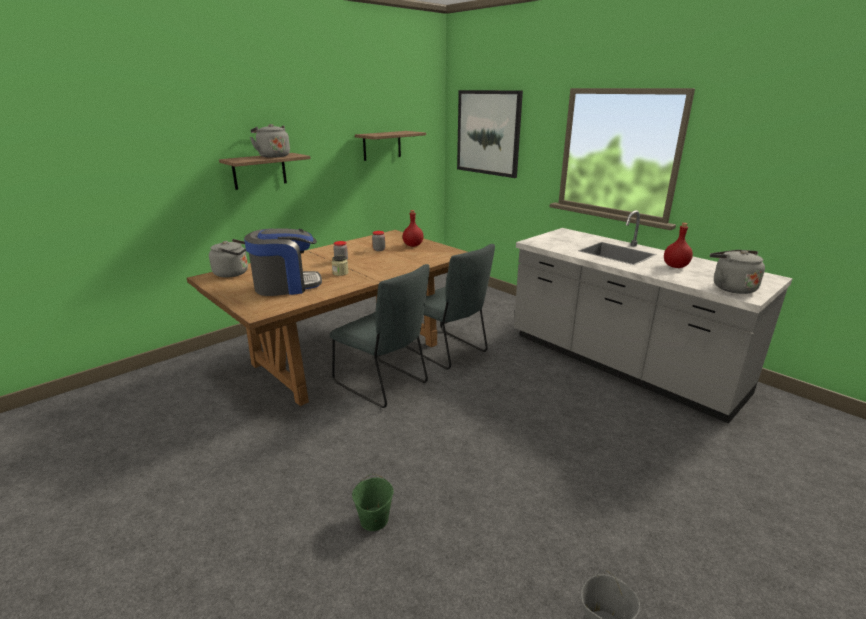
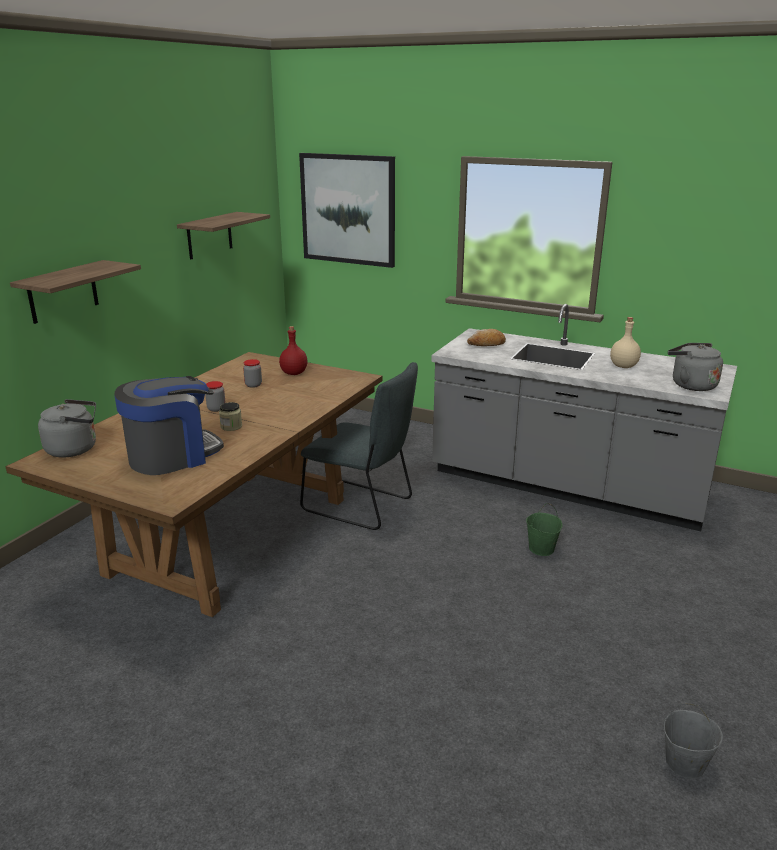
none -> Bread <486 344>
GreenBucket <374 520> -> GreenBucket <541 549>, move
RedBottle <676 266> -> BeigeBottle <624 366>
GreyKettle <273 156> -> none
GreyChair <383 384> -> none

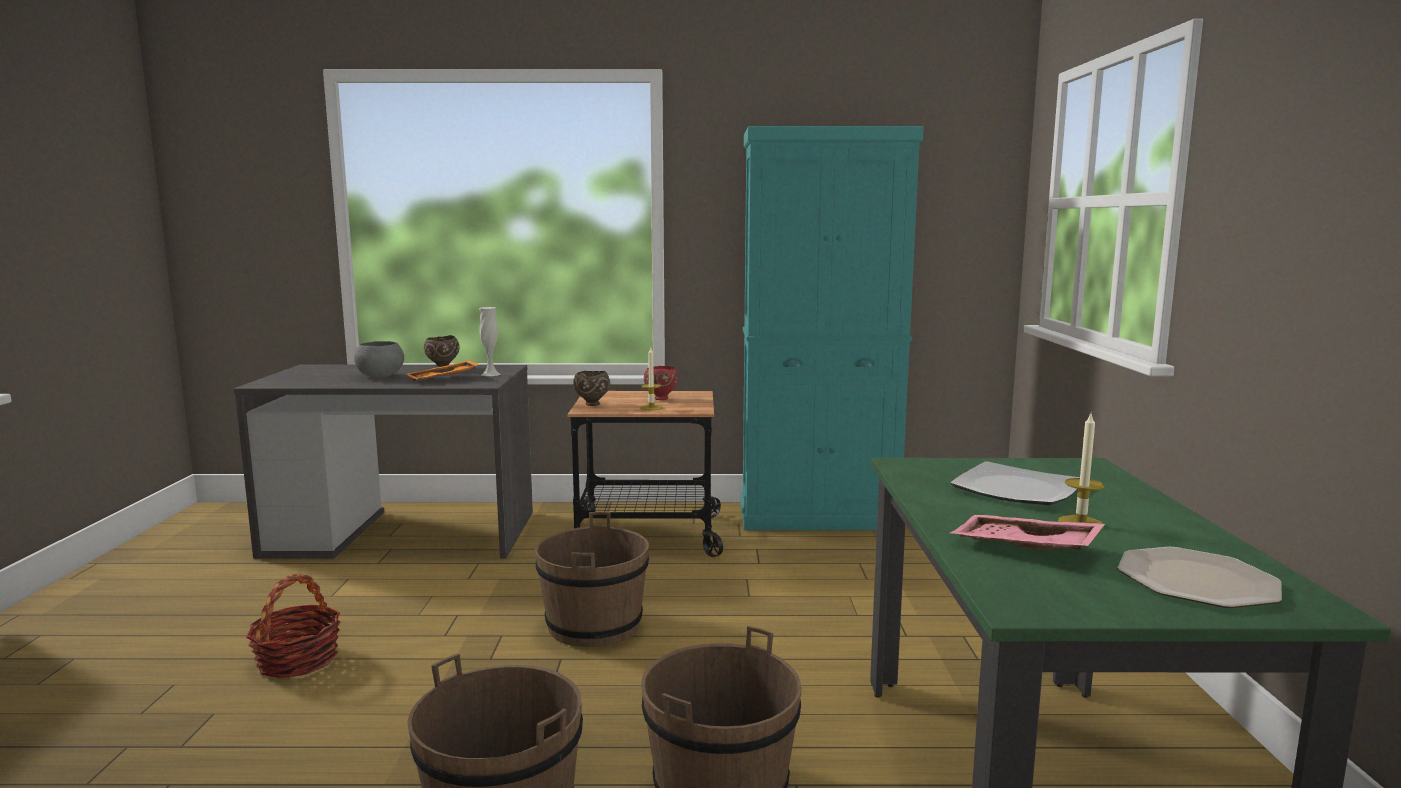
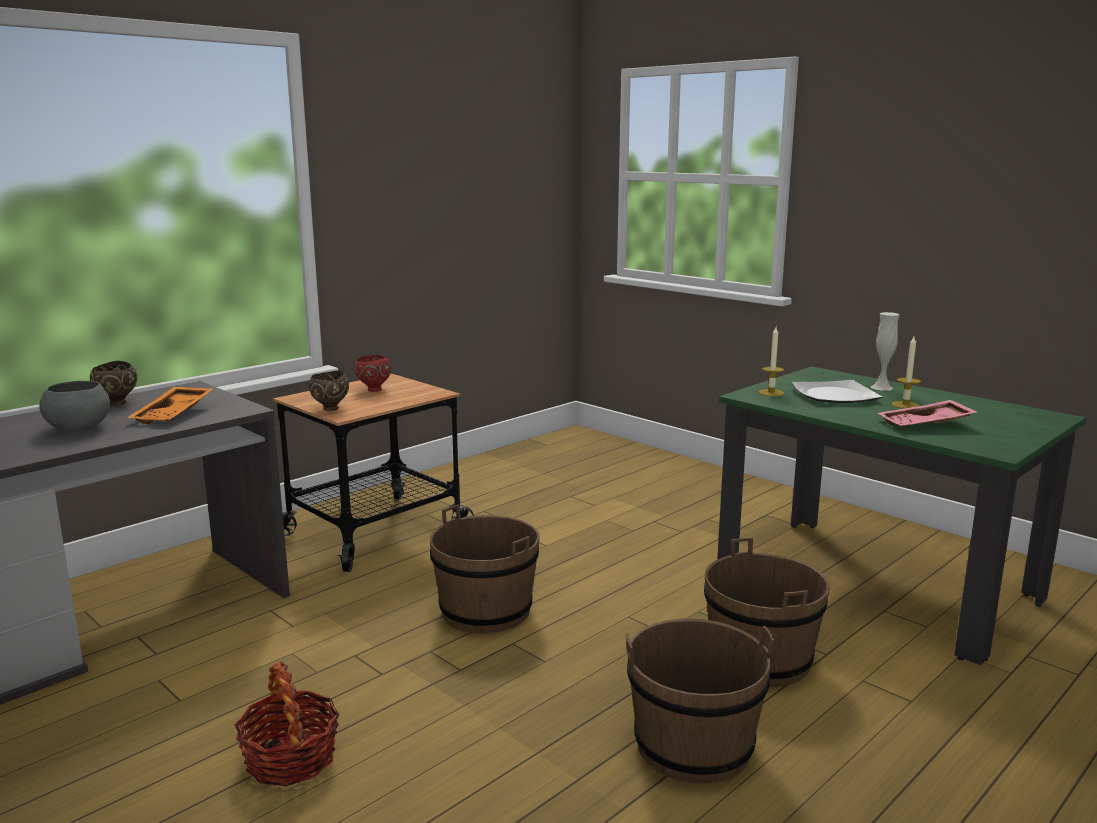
Candle <651 407> -> Candle <771 392>, move
WhiteVase <490 374> -> WhiteVase <881 387>, move
TurquoiseCabinet <819 516> -> none
Plate <1195 580> -> none

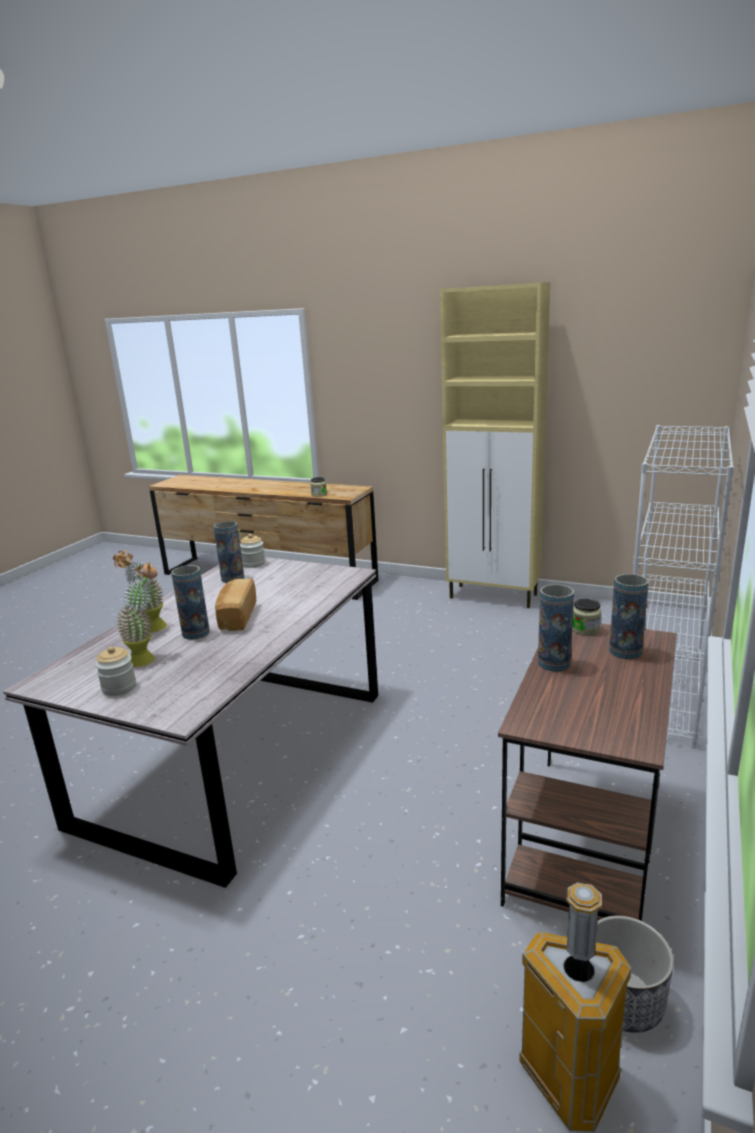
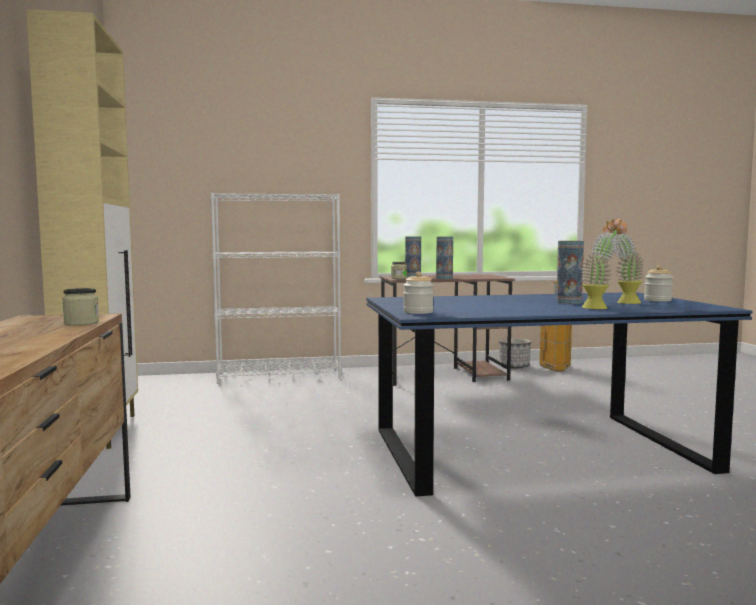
GreyDiningTable <236 754> -> BlueDiningTable <537 450>
Vase <233 578> -> none
Bread <236 617> -> none

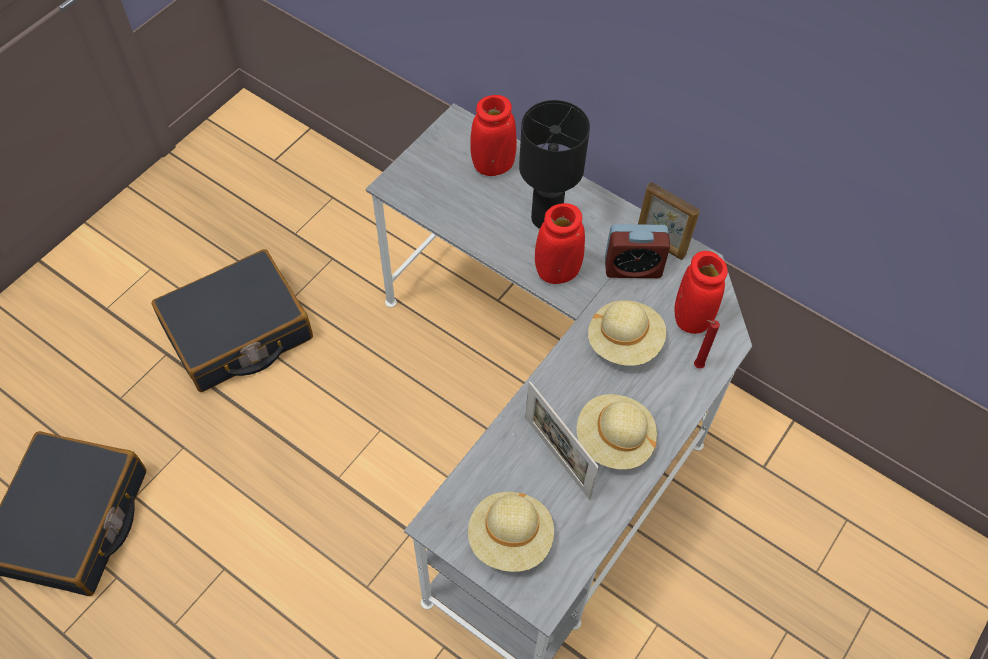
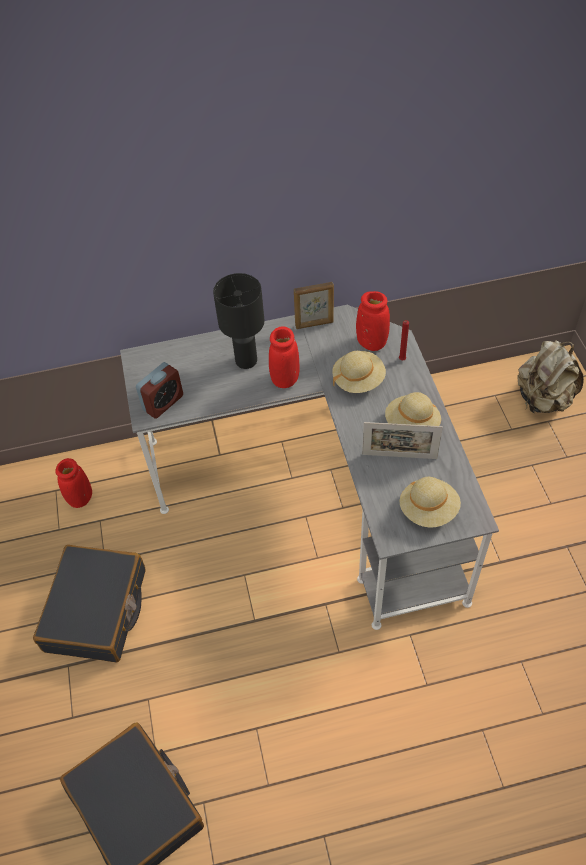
RedVase <493 165> -> RedVase <81 498>, move
AlarmClock <632 268> -> AlarmClock <163 403>, move
none -> BeigeBackpack <543 399>

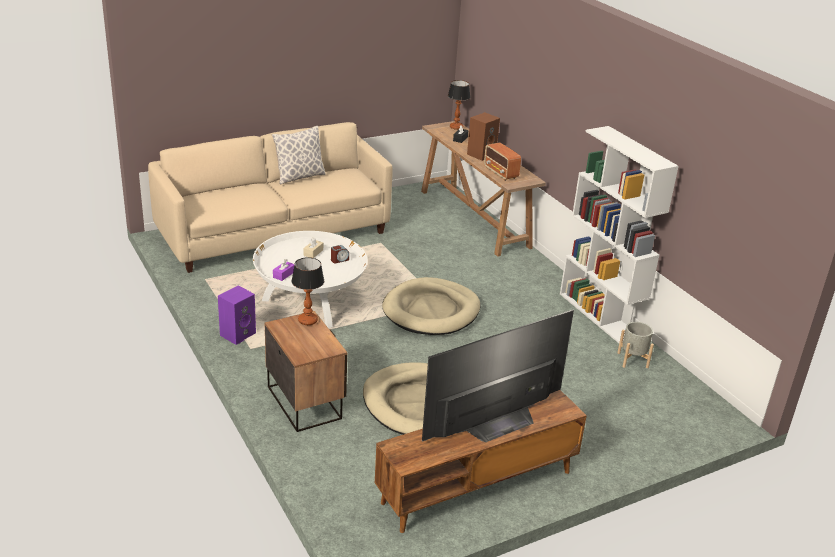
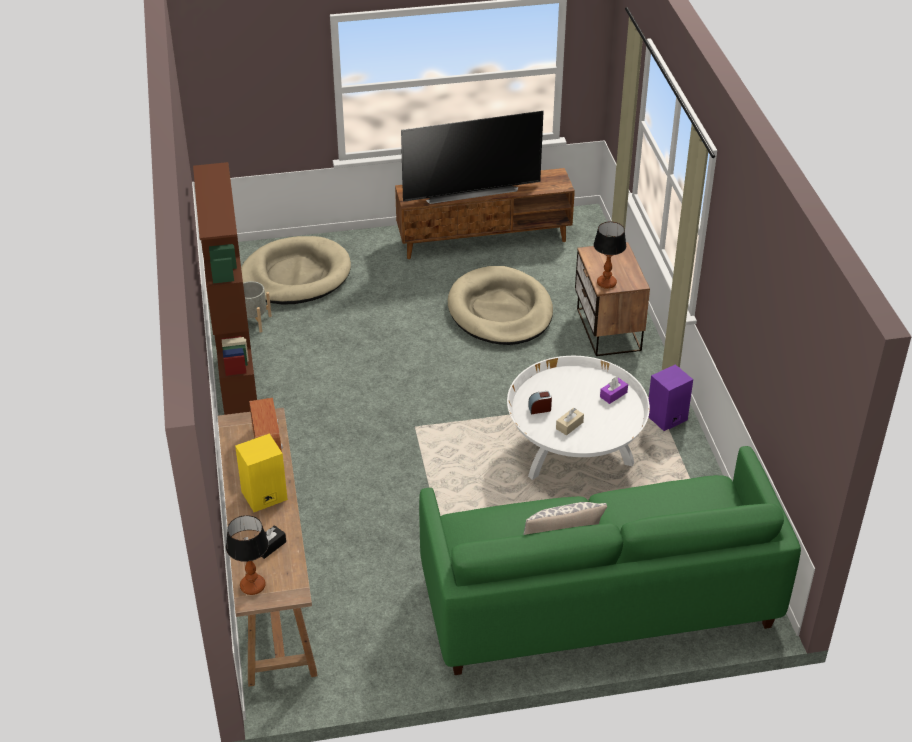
WhiteBookcase <600 315> -> BrownBookcase <237 379>
BrownSpeaker <481 154> -> YellowSpeaker <263 496>
BeigeDogBed <431 311> -> BeigeDogBed <295 276>, move
BeigeSofa <274 233> -> GreenSofa <597 598>

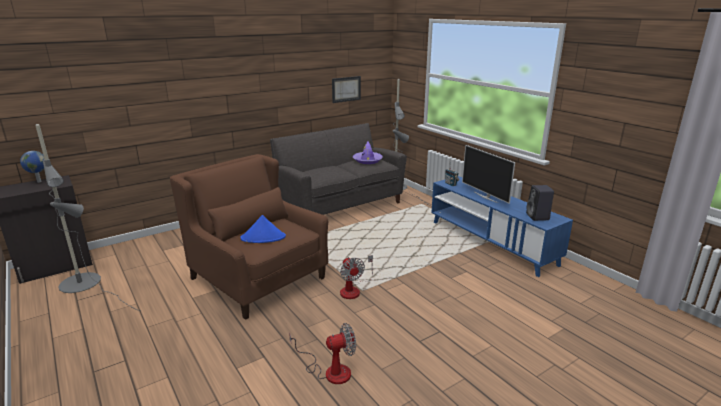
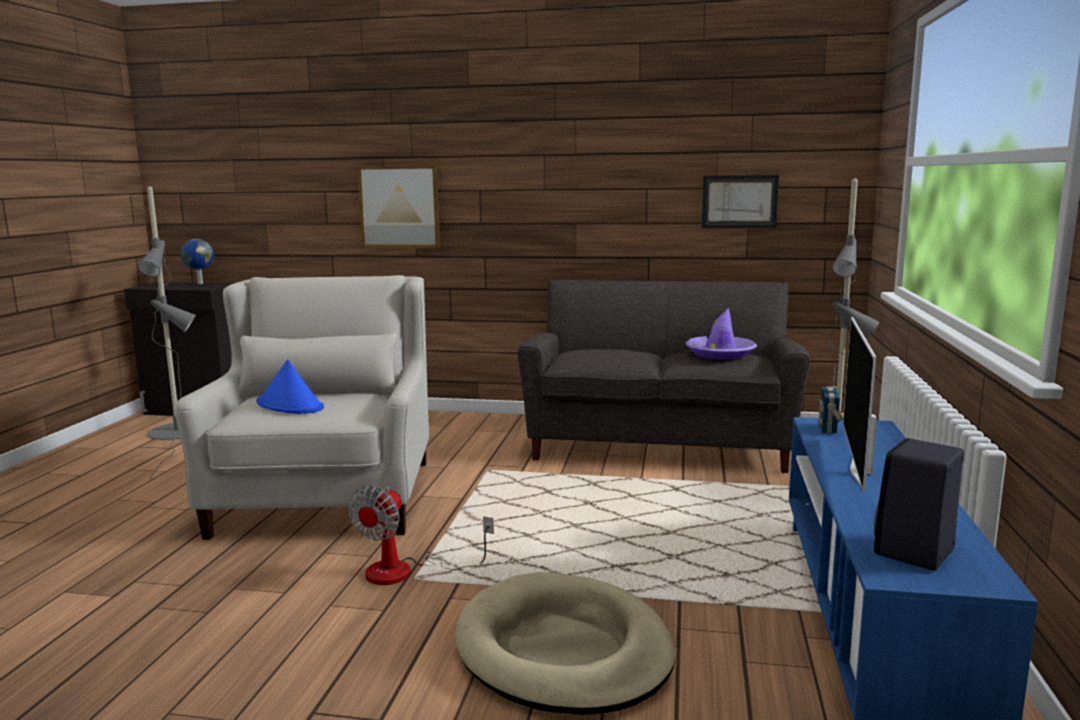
BrownArmchair <258 278> -> WhiteArmchair <327 497>
none -> Picture <400 206>
none -> BeigeDogBed <563 650>
Fan <330 371> -> none

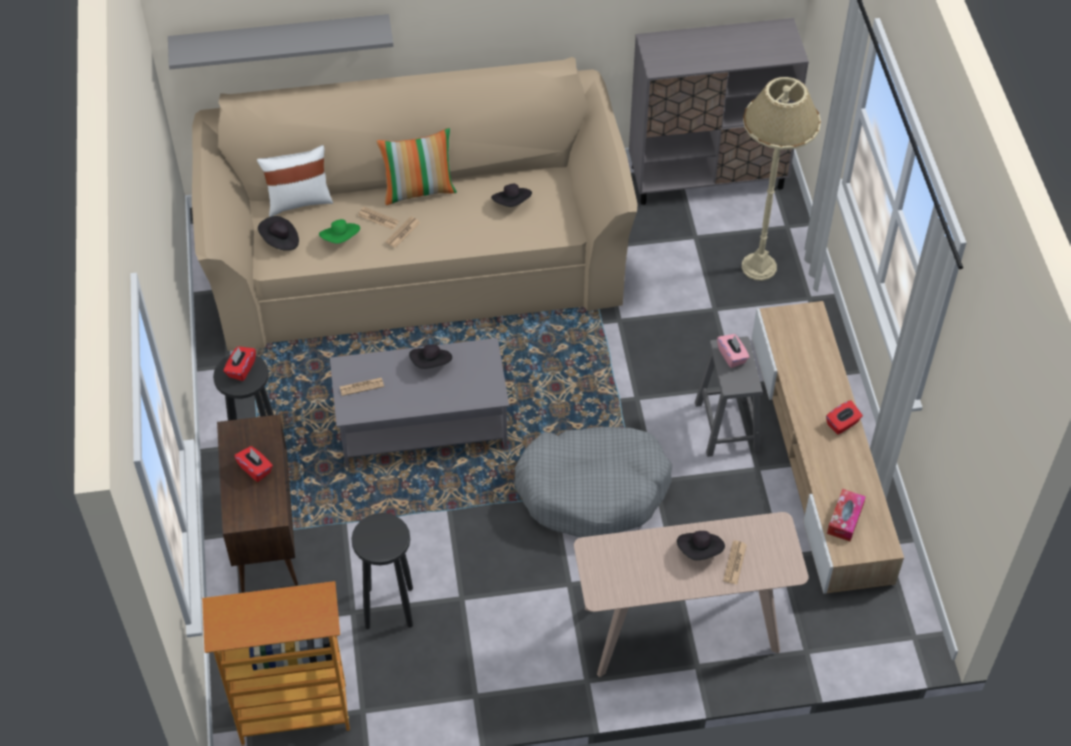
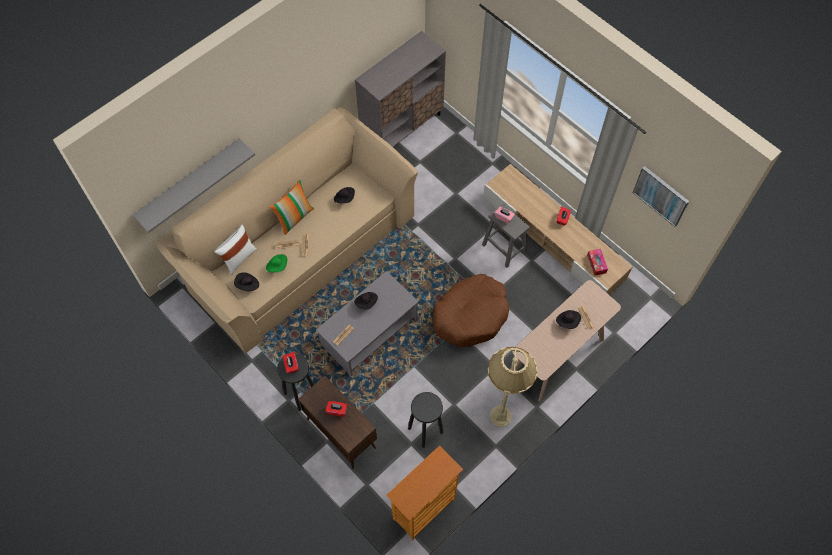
GreyDogBed <593 490> -> BrownDogBed <470 315>
BeigeFloorLamp <758 266> -> BeigeFloorLamp <500 416>, move
none -> Picture <661 195>

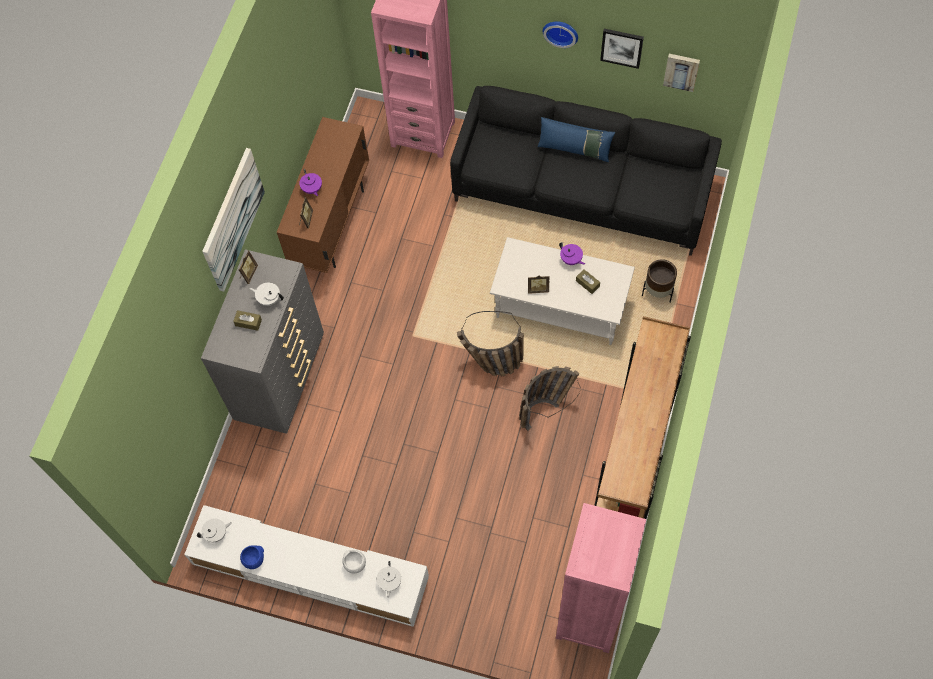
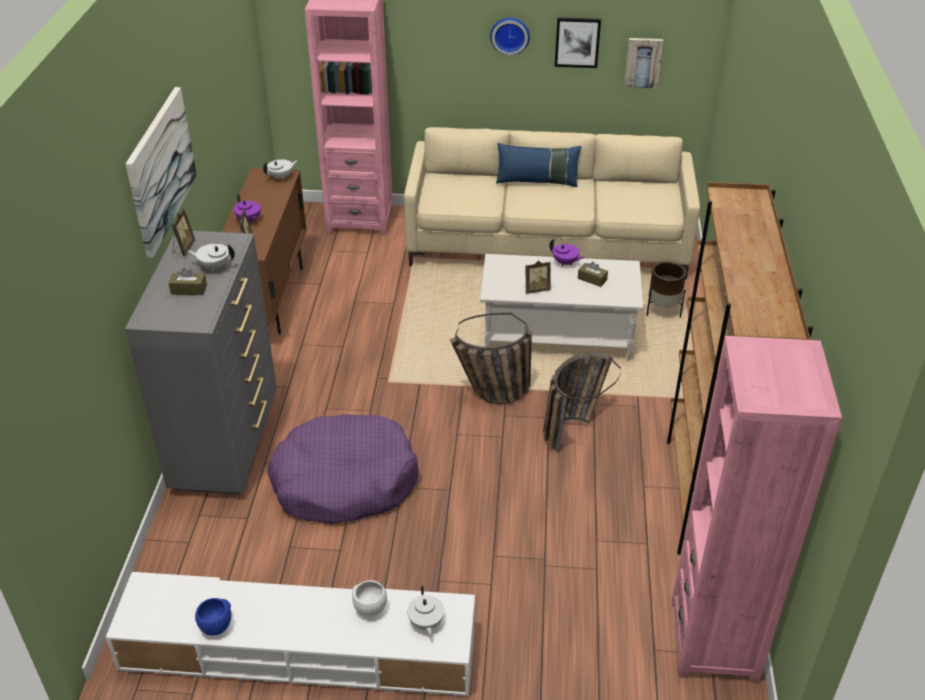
WhiteTeapot <216 533> -> WhiteTeapot <281 177>, move
none -> PurpleDogBed <344 481>
BlackSofa <582 191> -> BeigeSofa <547 244>

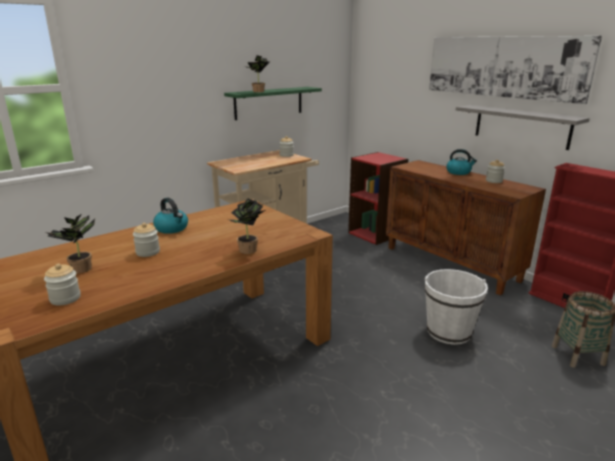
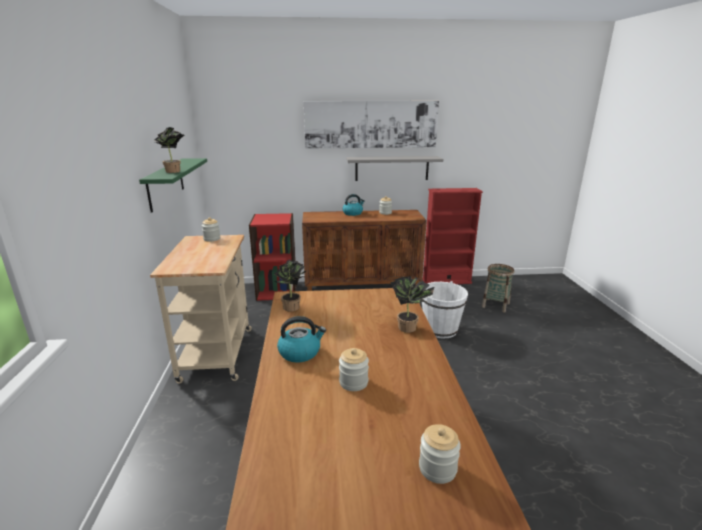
PottedPlant <79 270> -> PottedPlant <293 308>, move

